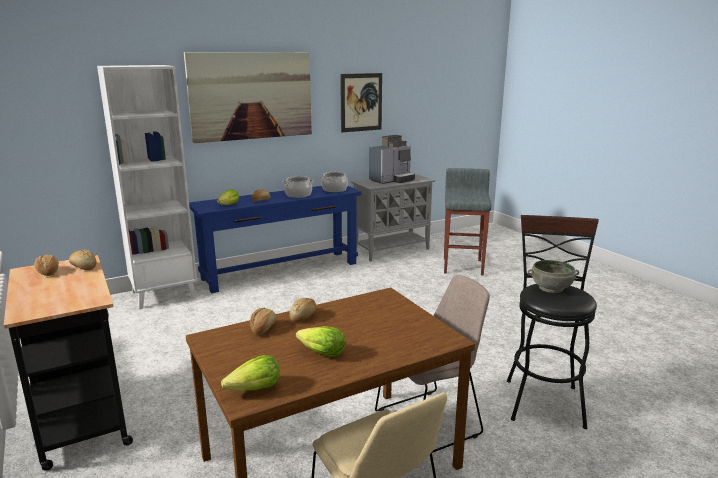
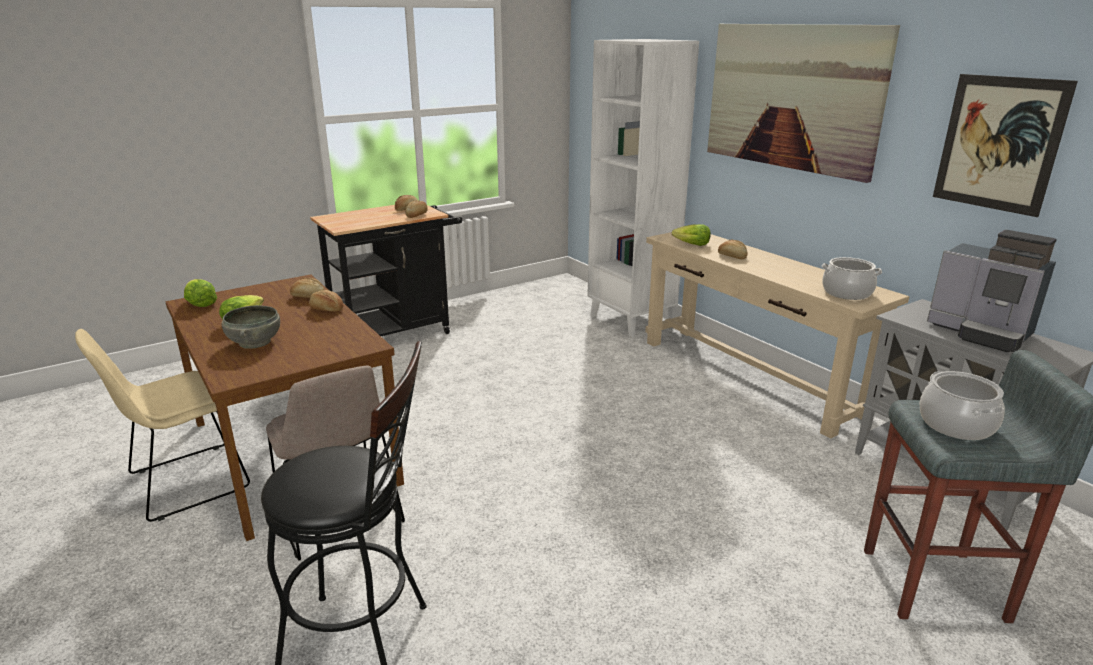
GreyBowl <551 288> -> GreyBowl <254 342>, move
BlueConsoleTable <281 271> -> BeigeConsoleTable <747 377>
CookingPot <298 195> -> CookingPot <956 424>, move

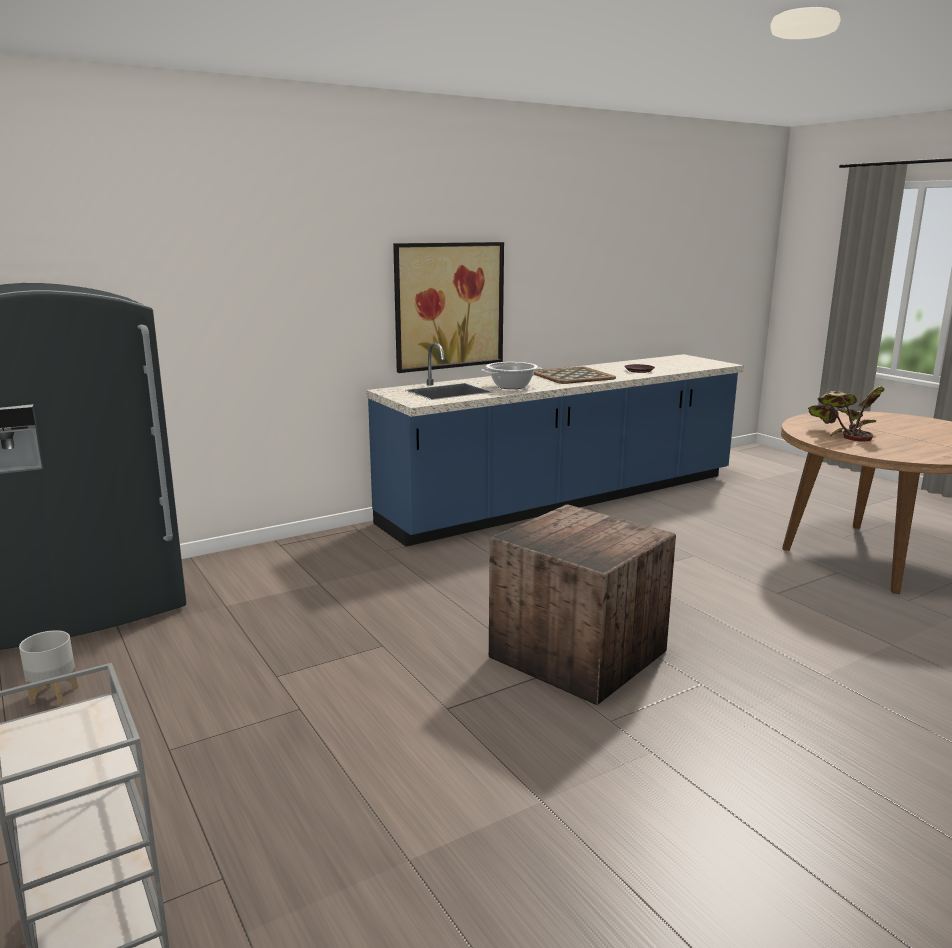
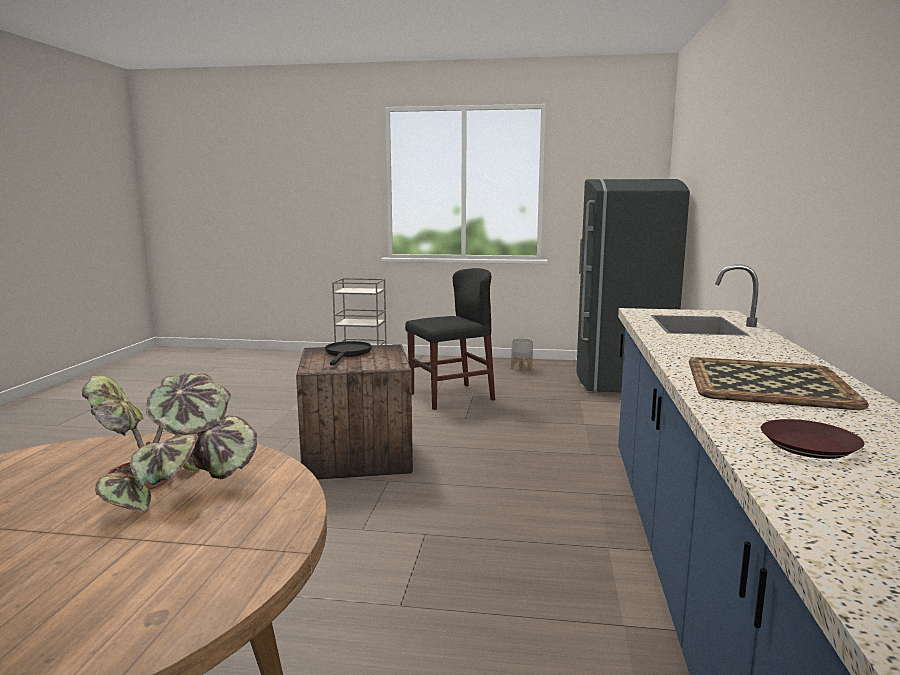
none -> BlackFryingPan <347 354>
none -> BlackChair <451 397>
Picture <449 306> -> none
CookingPot <511 386> -> none

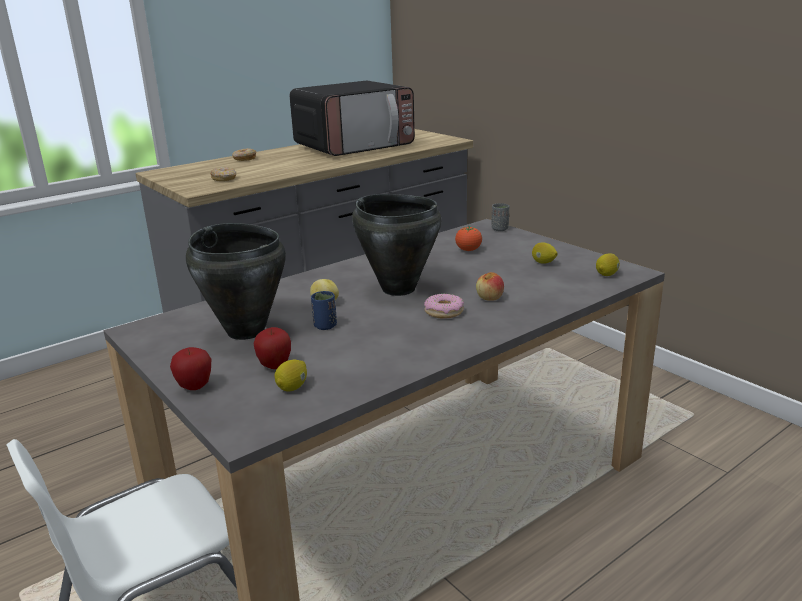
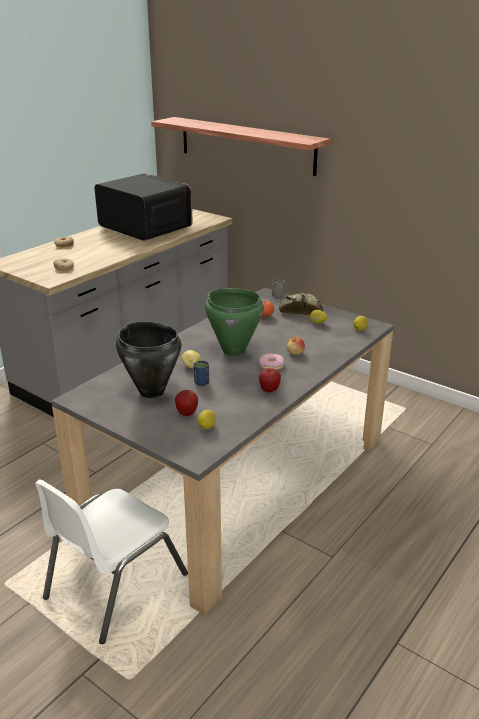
Microwave <354 146> -> Microwave <144 228>, 90 degrees counterclockwise
none -> Shelf <246 145>
BlackCookingPot <398 289> -> GreenCookingPot <233 351>
Apple <195 387> -> Apple <269 390>, move
none -> Bread <300 310>

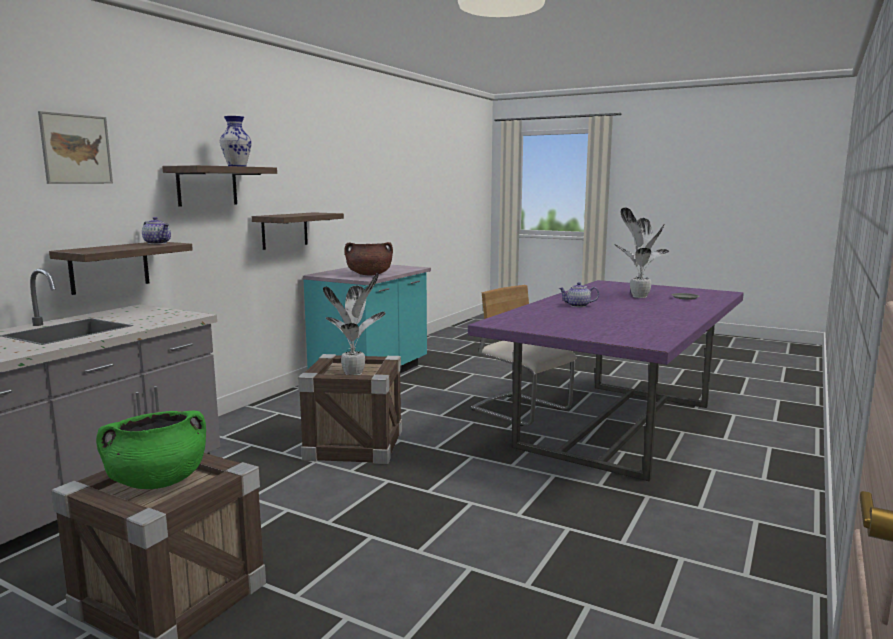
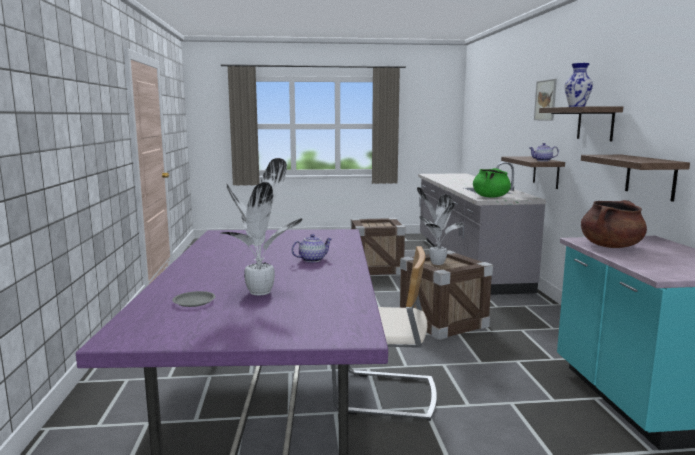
GreenCookingPot <158 482> -> GreenCookingPot <490 197>, move

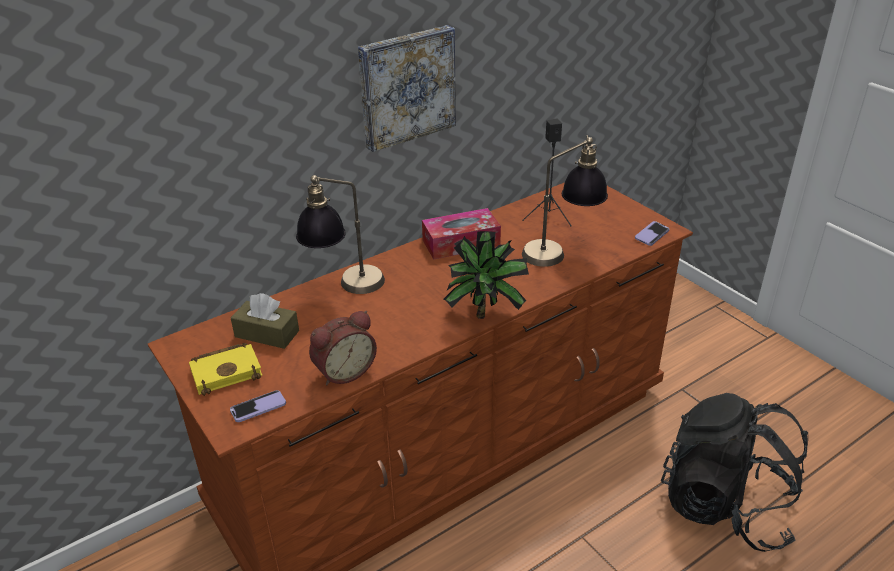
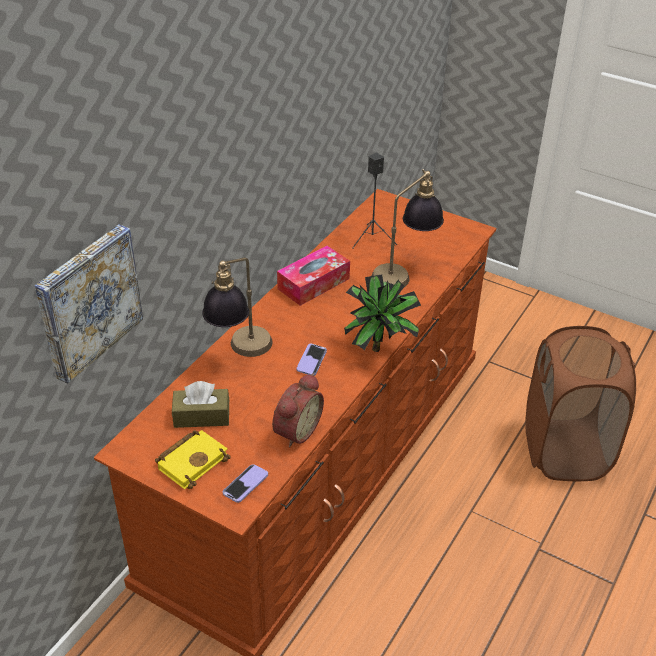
Picture <406 86> -> Picture <87 301>, move
Phone <652 234> -> Phone <311 360>, move
BlackBackpack <725 506> -> BrownLaundryBasket <565 450>

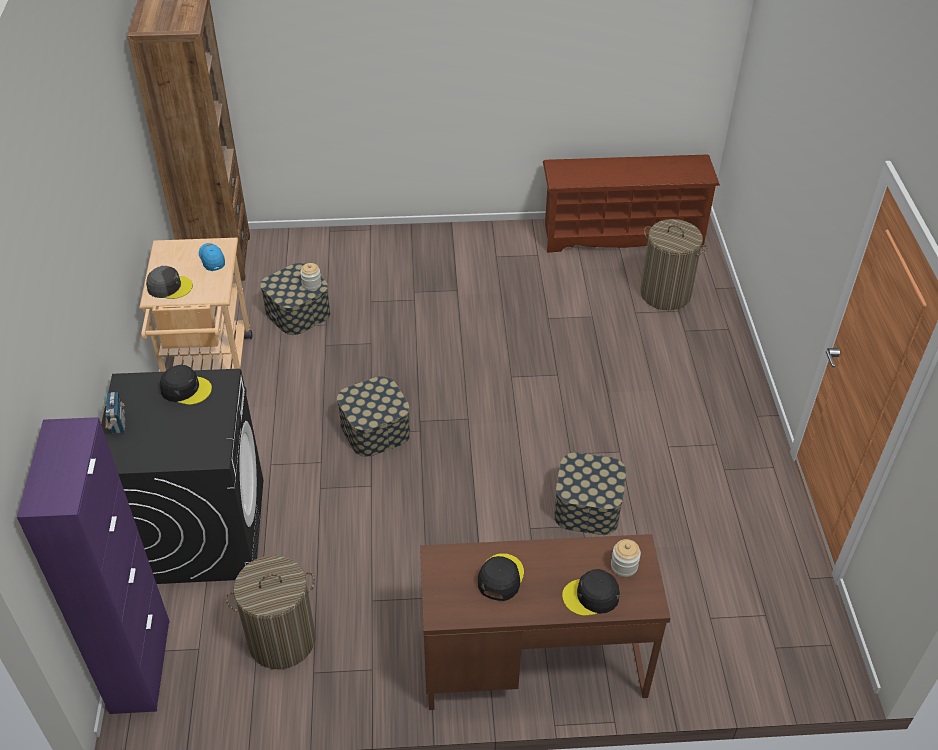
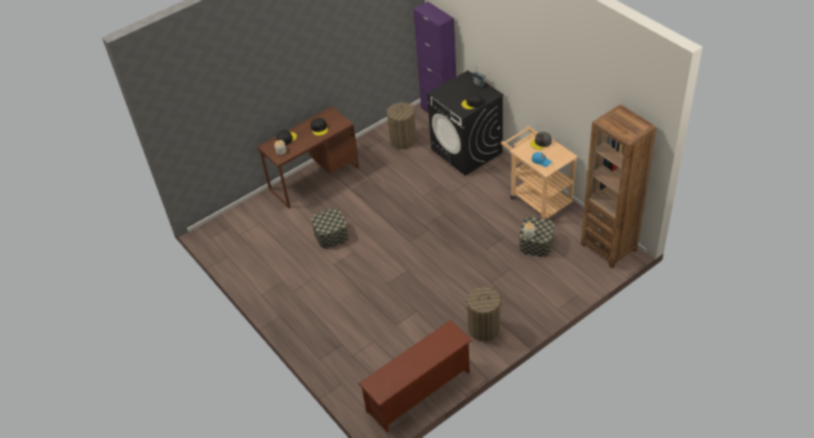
LaundryBasket <665 294> -> LaundryBasket <484 329>, move
StorageBox <375 429> -> none

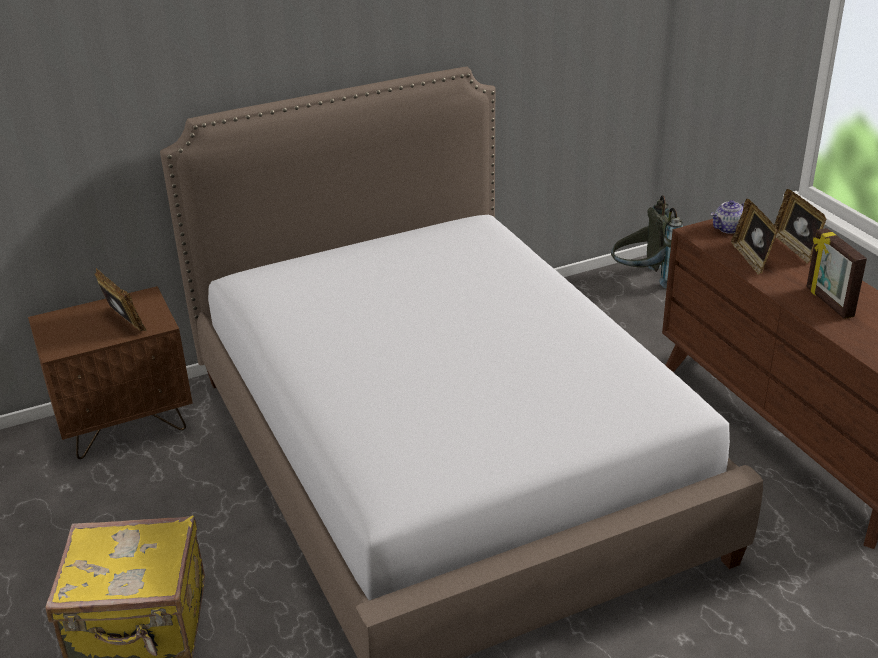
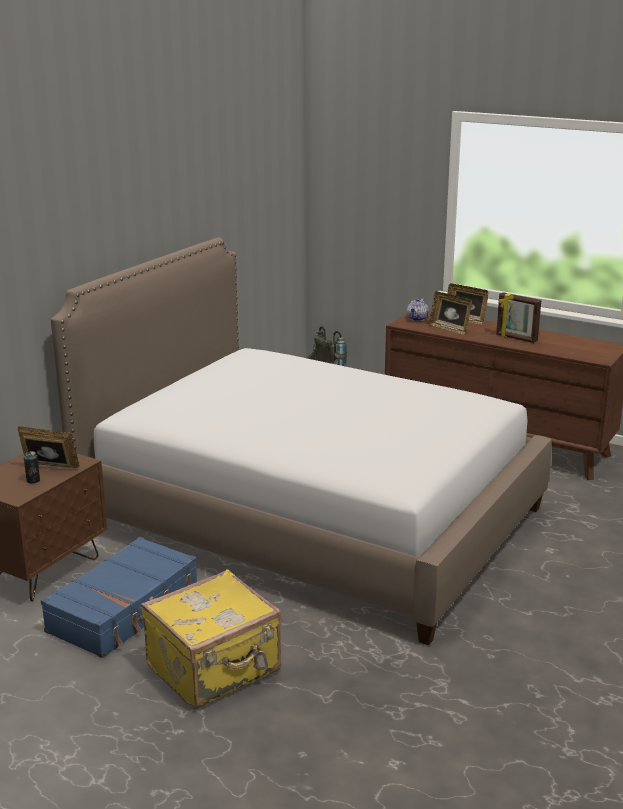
none -> Can <33 480>
none -> BlueSuitcase <125 610>

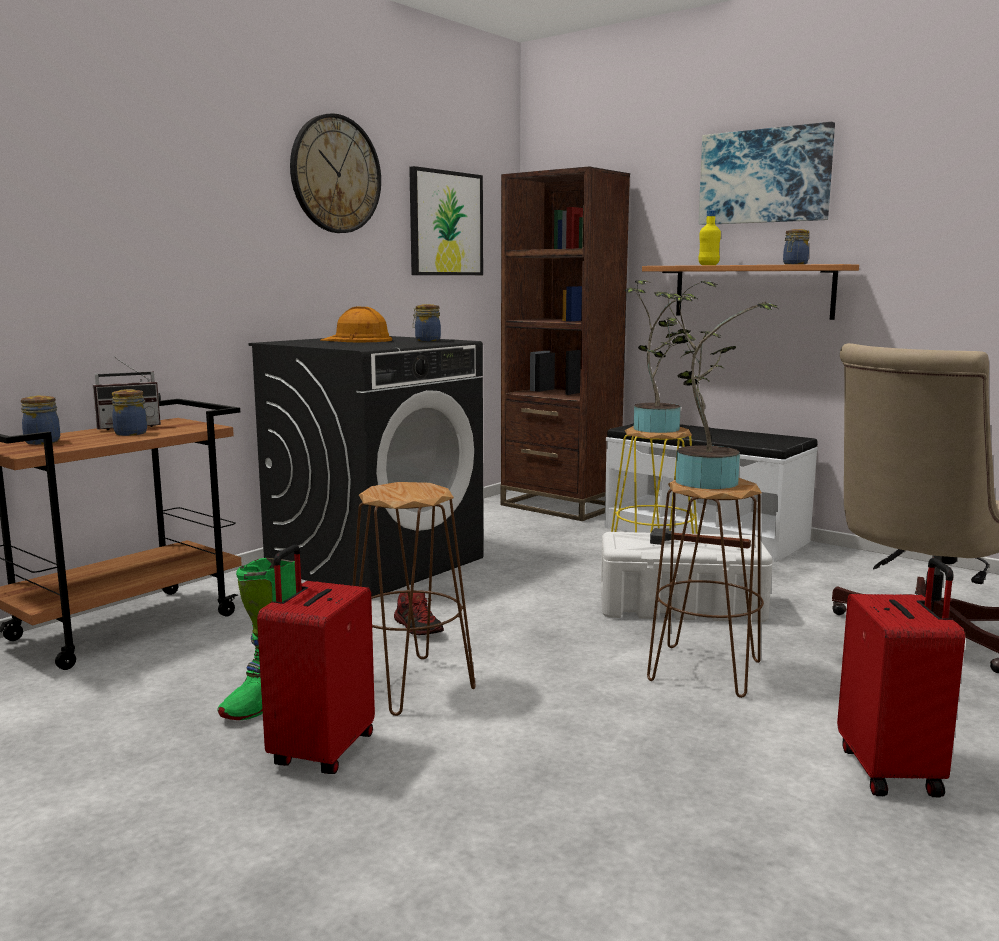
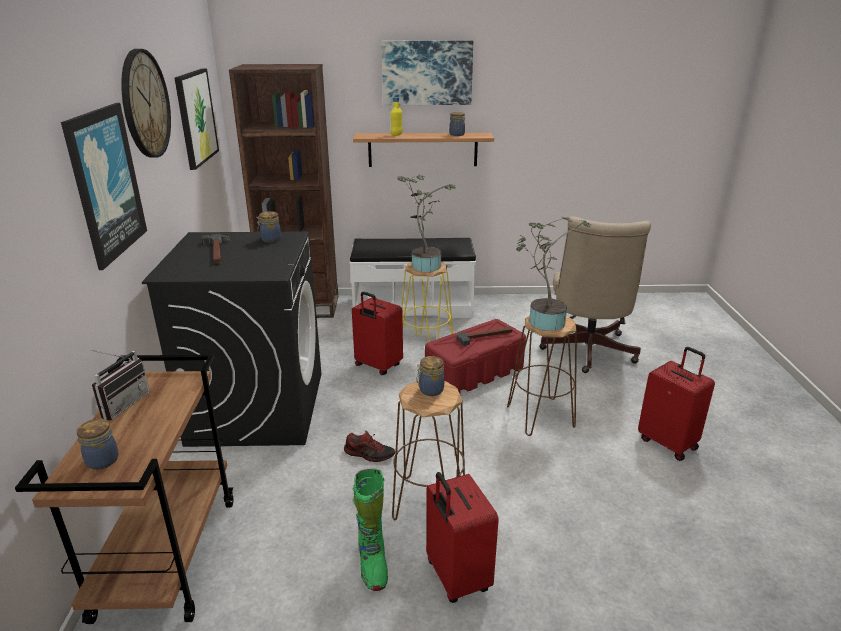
none -> Picture <105 183>
OrangeHardHat <357 340> -> Hammer <217 251>
none -> RedSuitcase <377 366>
Jar <129 433> -> Jar <430 390>, move
WhiteStorageBox <682 607> -> RedStorageBox <475 373>

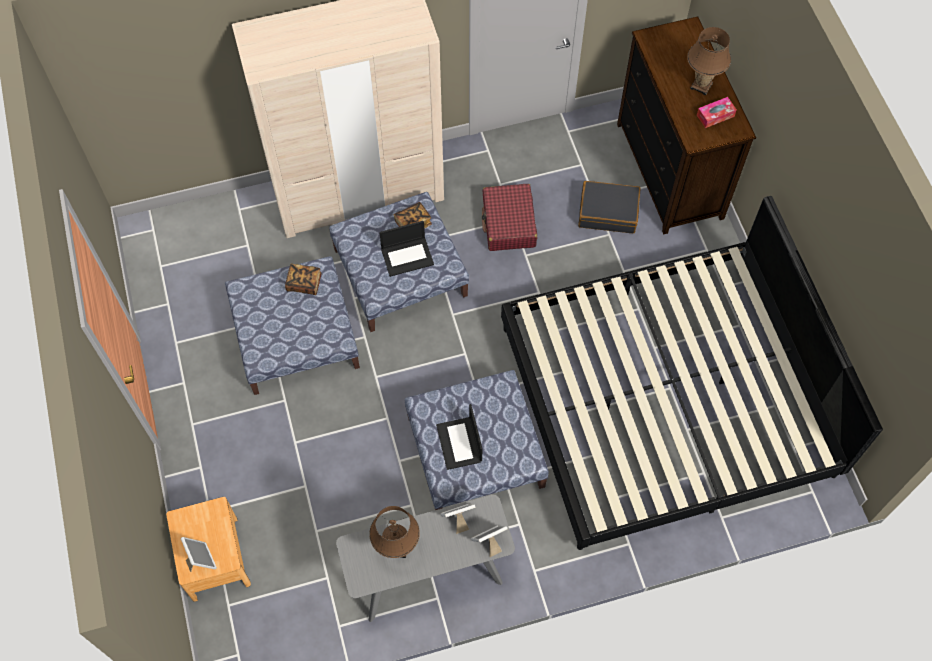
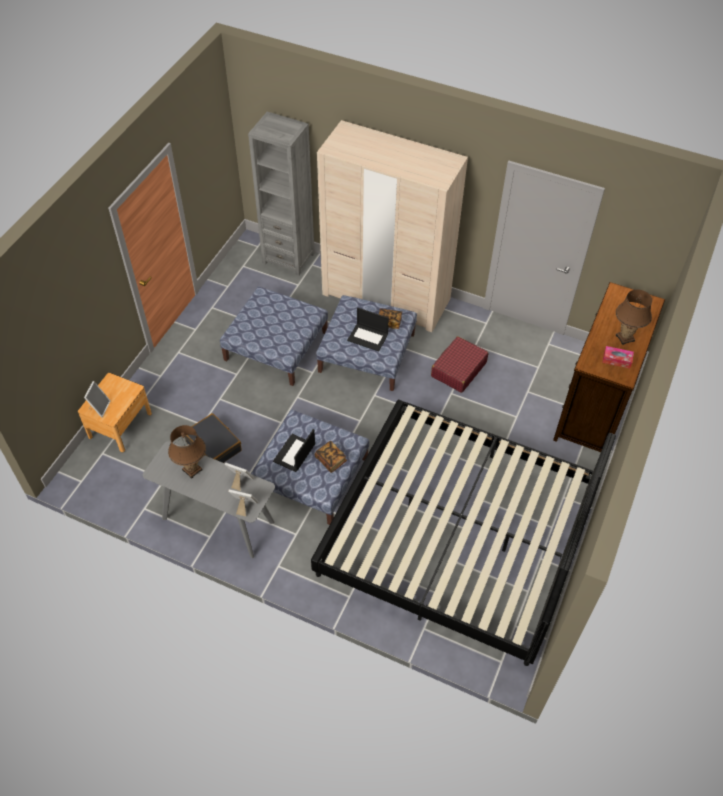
BlackSuitcase <608 212> -> BlackSuitcase <214 446>, move
none -> GreyBookcase <288 258>
Book <304 283> -> Book <330 460>, move

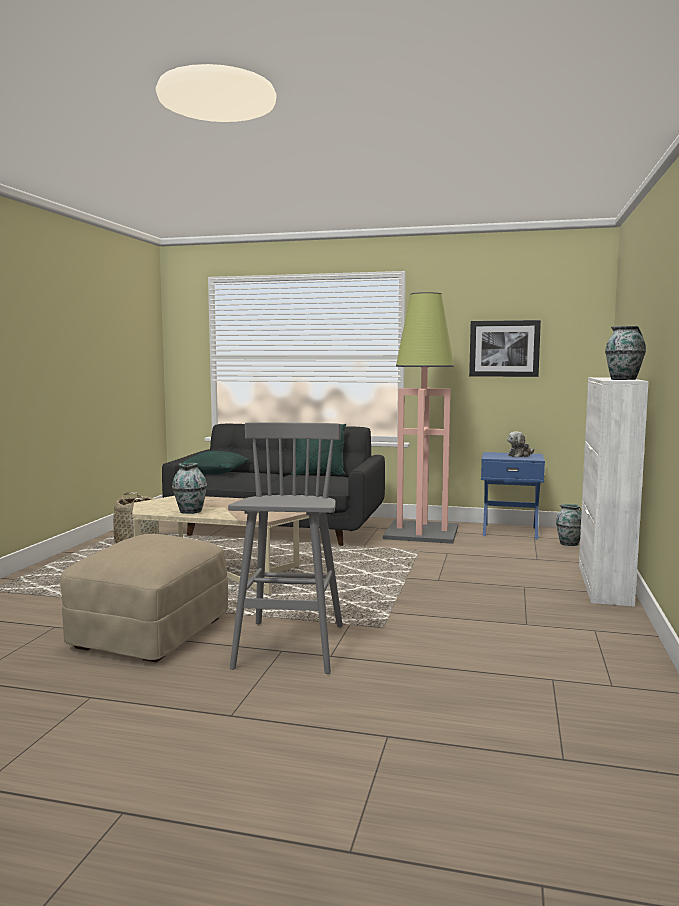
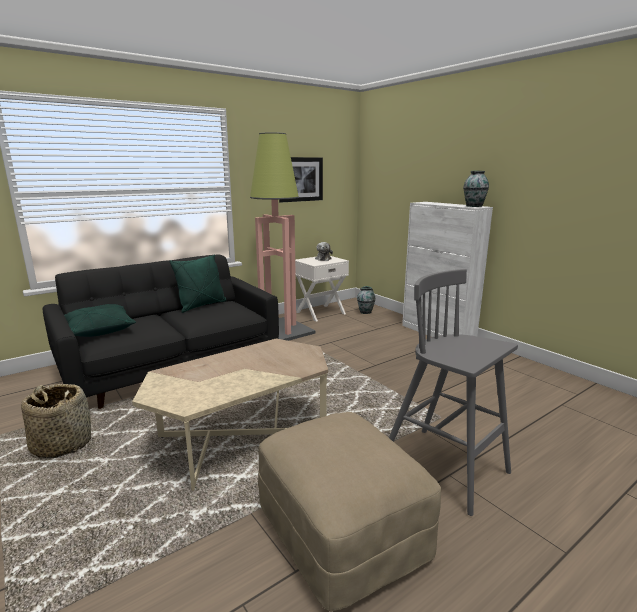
BlueNightstand <510 531> -> WhiteNightstand <320 313>
Vase <190 511> -> none

